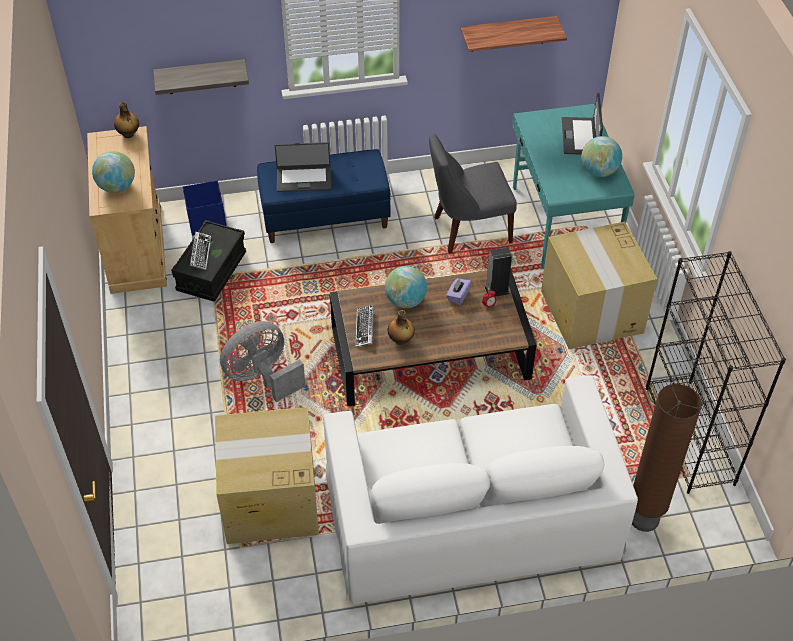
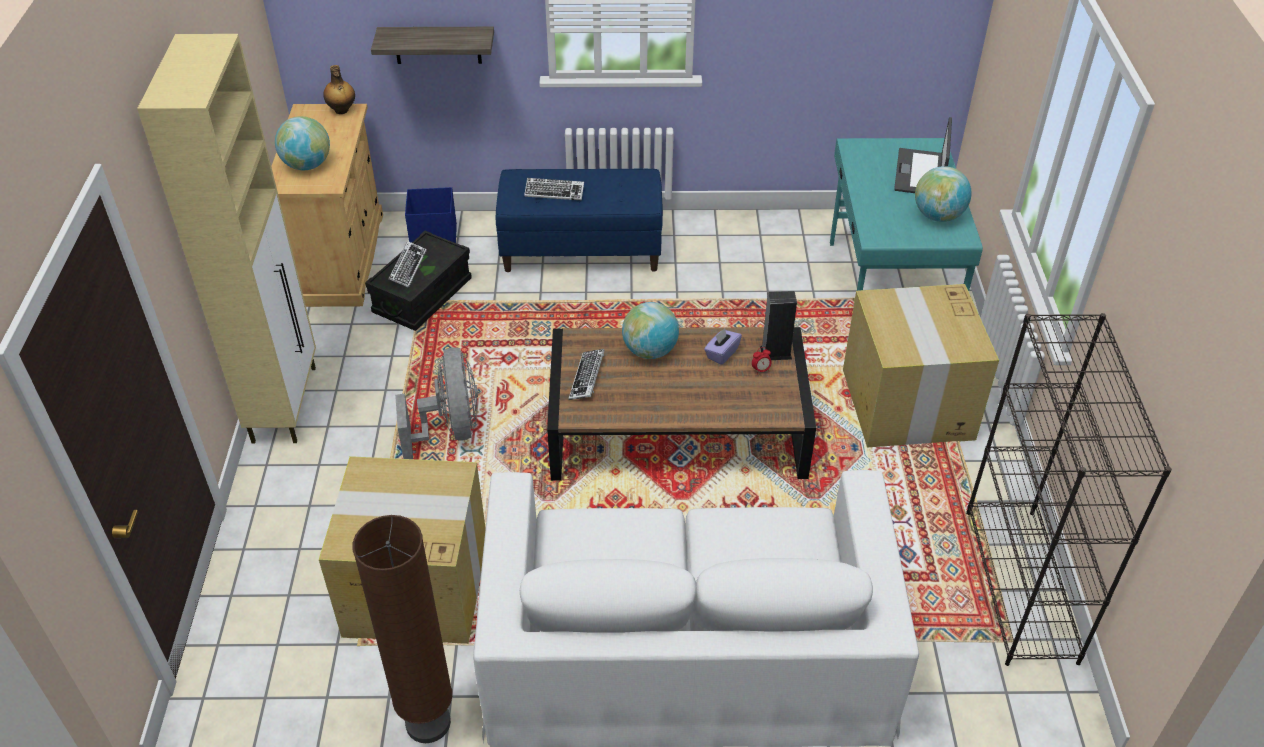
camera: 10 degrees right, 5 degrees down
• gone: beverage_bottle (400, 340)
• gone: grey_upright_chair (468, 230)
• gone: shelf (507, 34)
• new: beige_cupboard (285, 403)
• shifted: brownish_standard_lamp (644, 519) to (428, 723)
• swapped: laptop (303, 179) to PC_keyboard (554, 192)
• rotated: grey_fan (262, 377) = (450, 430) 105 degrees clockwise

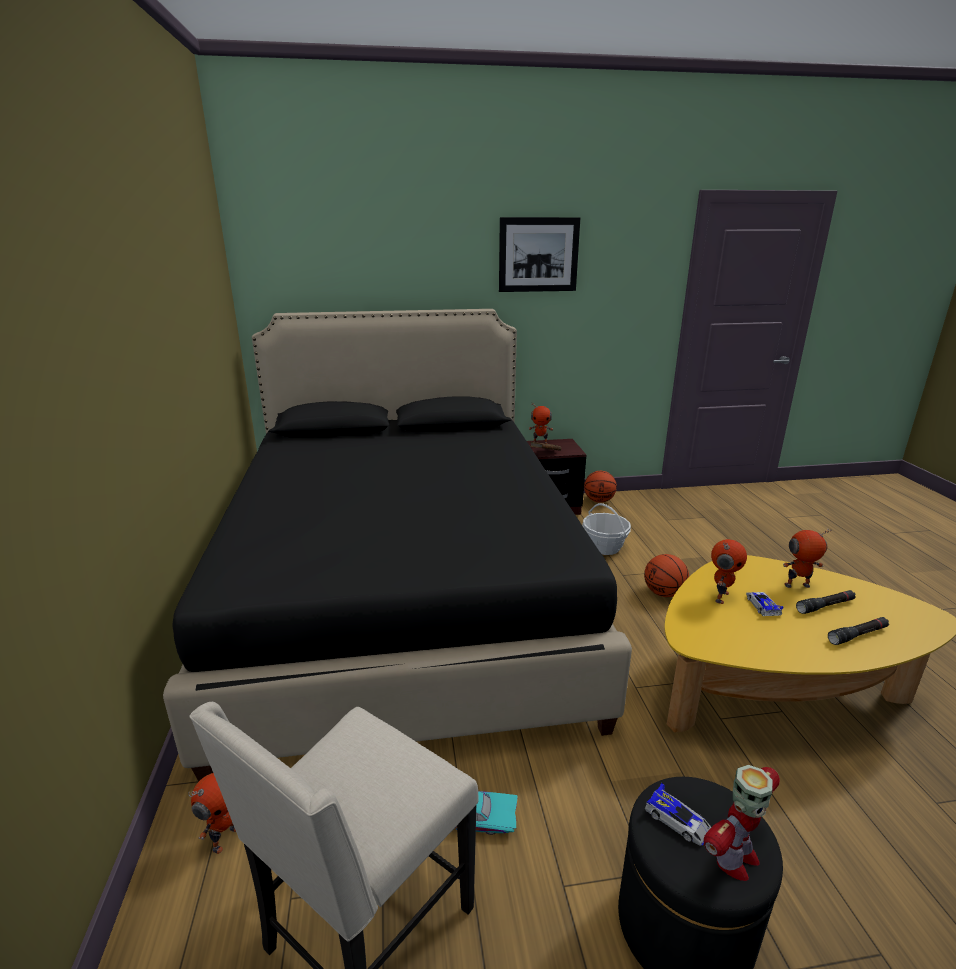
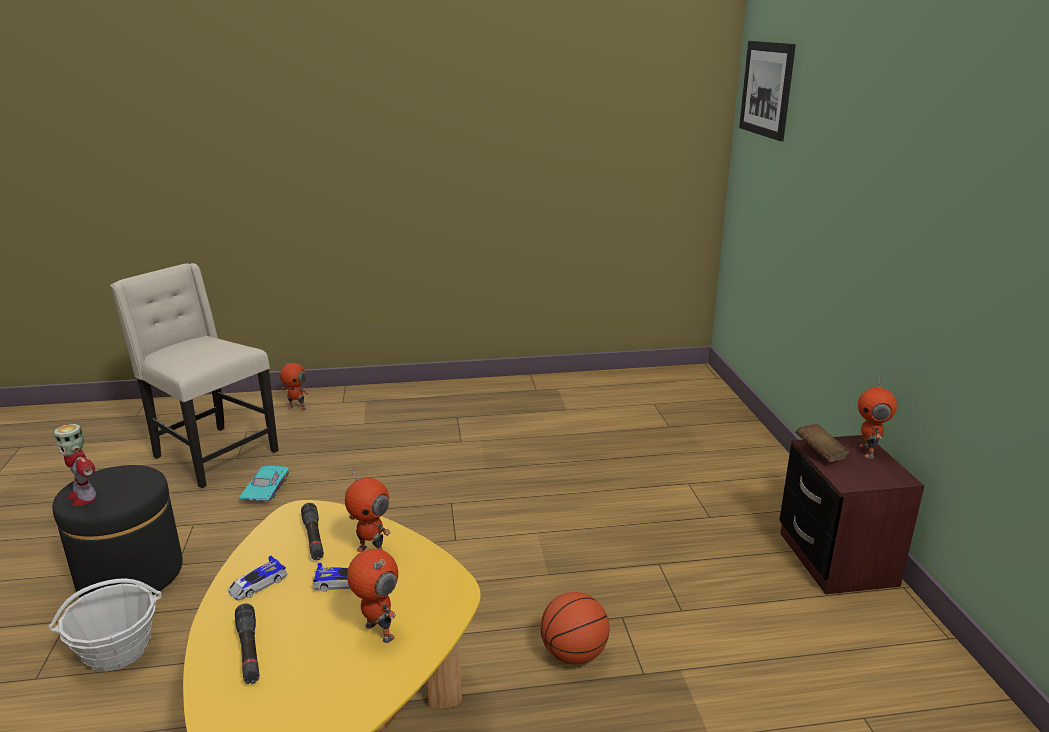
camera: 90 degrees right, 0 degrees up
• gone: black-coloured_sleeping_bed (403, 596)
• gone: ball_for_basketball (598, 501)
• shifted: picture (538, 255) to (766, 89)
• shifted: household_basket (604, 547) to (117, 650)
• shifted: toy_car (678, 820) to (257, 584)
• shifted: black-coloured_flashlight (825, 606) to (313, 537)
• rotated: toy_robot (797, 586) = (377, 632) 45 degrees counterclockwise

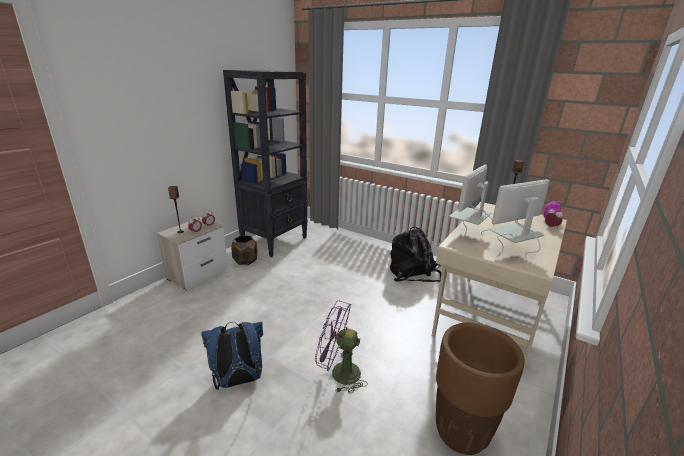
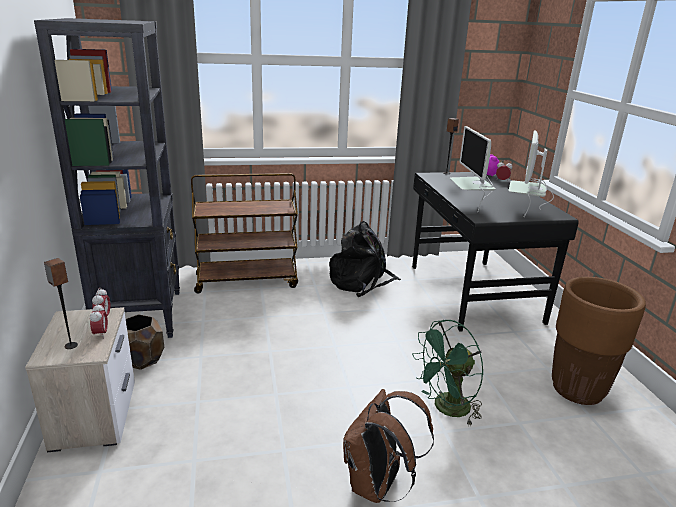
camera: 45 degrees left, 0 degrees up
• new: brownish_trolley (247, 280)
• repainted: blue-coloured_rucksack (238, 381) to brownish_rucksack (377, 486)
• repainted: purplish_fan (339, 373) to green-coloured_fan (446, 409)
• repainted: beige_desk_unit (488, 318) to black-coloured_desk_unit (472, 293)

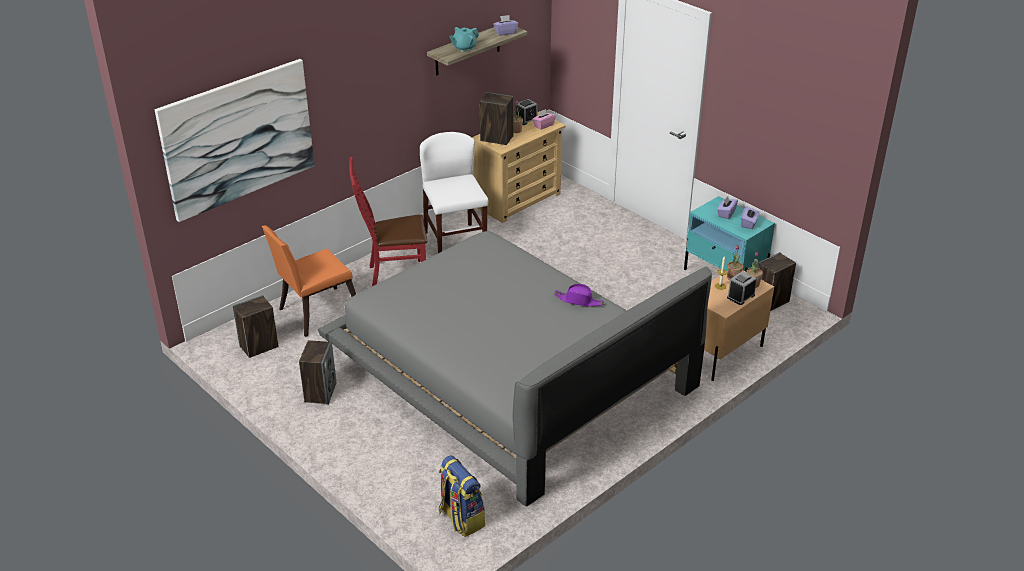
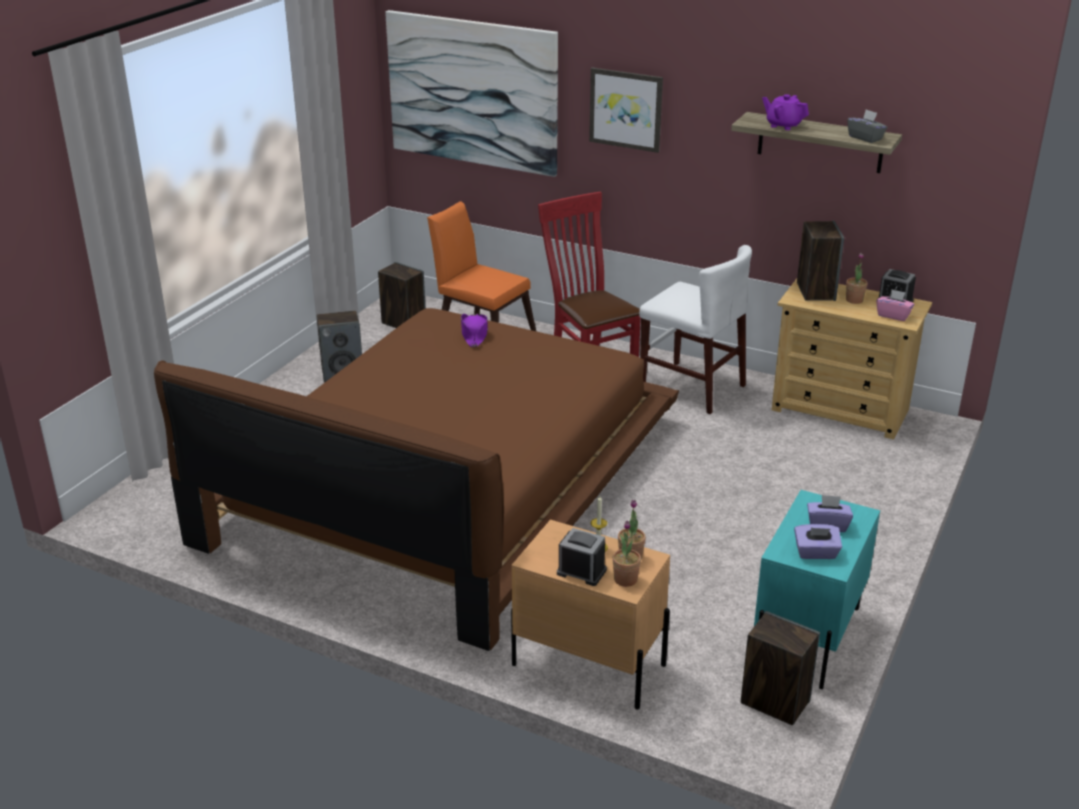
camera: 70 degrees right, 5 degrees down
• gone: rucksack (460, 518)
• new: picture (626, 109)
• shifted: purplish_hat (579, 301) to (474, 335)
• repainted: grey_sleeping_bed (509, 369) to brownish_sleeping_bed (445, 481)
• repainted: turquoise_pot_for_tea (464, 48) to purplish_pot_for_tea (783, 125)
• repainted: purplish_box_of_tissues (505, 32) to grey_box_of_tissues (865, 138)
• rotated: white_upright_chair (455, 243) = (692, 387) 75 degrees clockwise

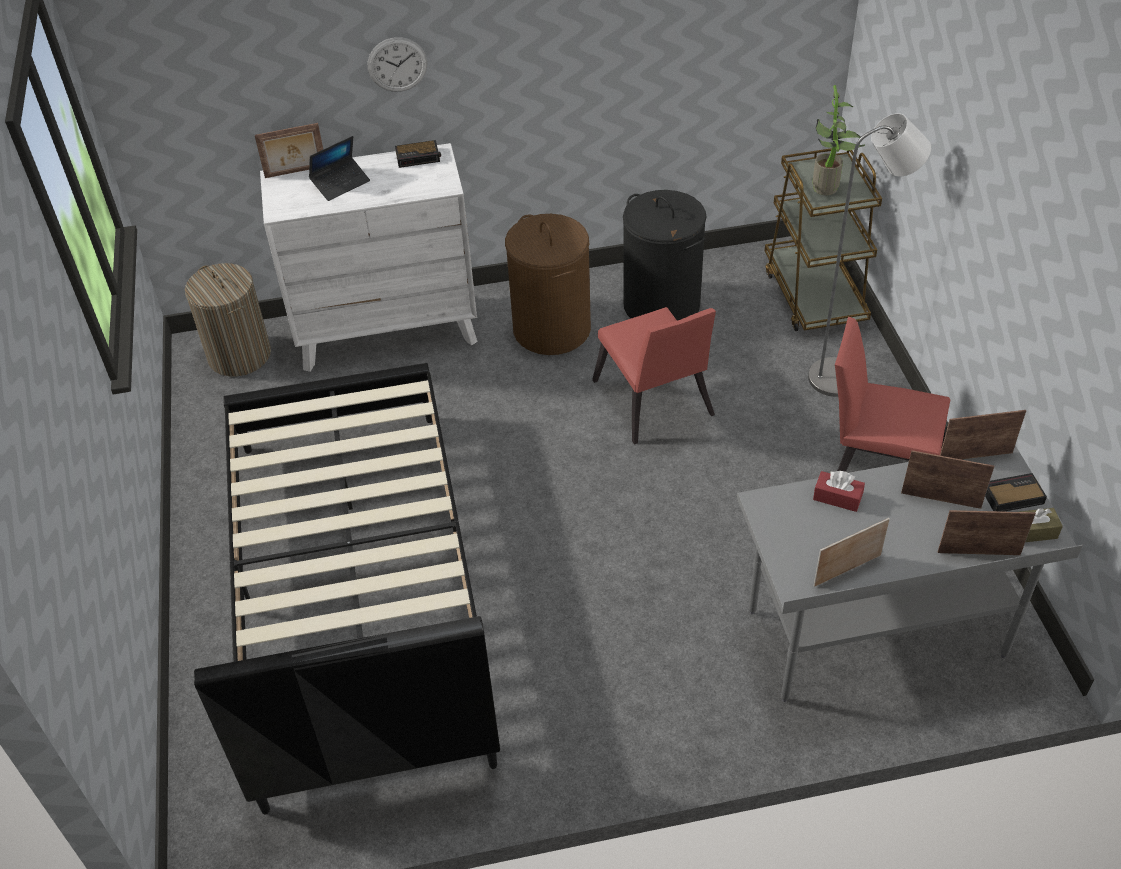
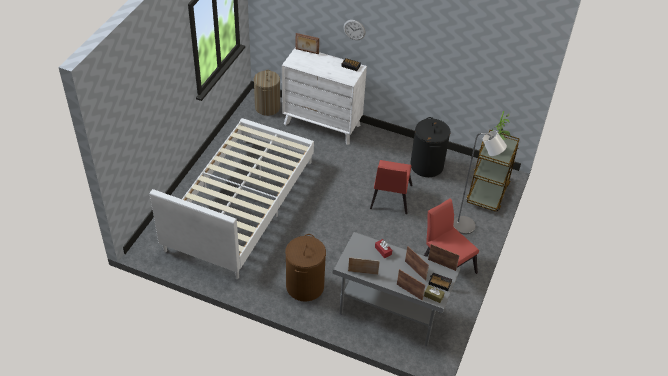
camera: 30 degrees right, 0 degrees up
• gone: laptop (340, 183)
• shifted: brownish_laundry_basket (551, 329) to (305, 286)
• repainted: black-coloured_sleeping_bed (357, 592) to white_sleeping_bed (240, 205)

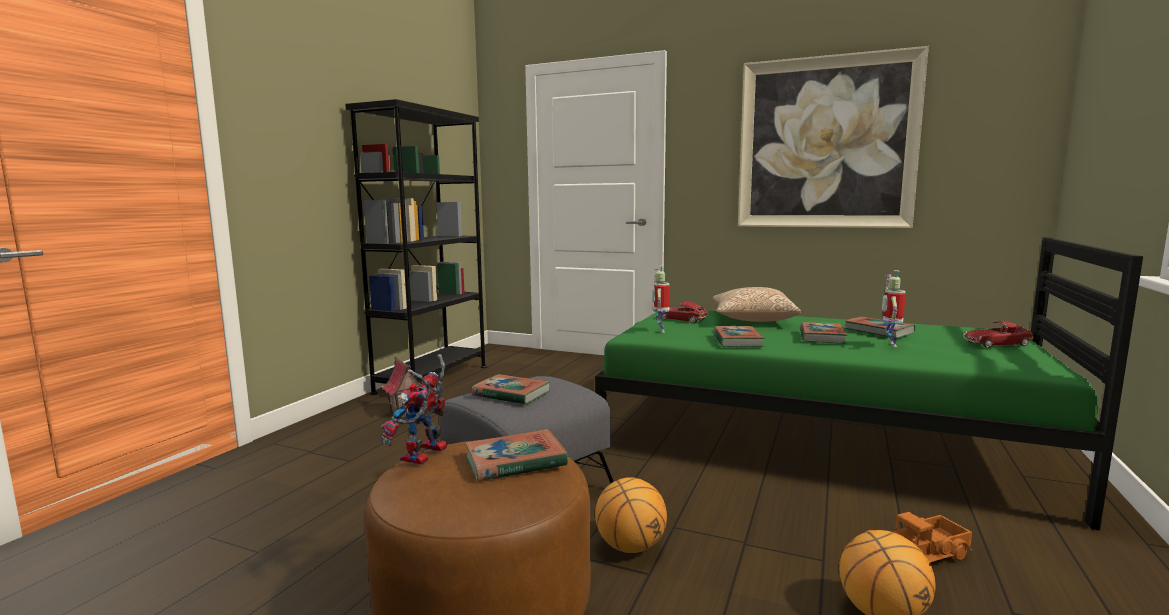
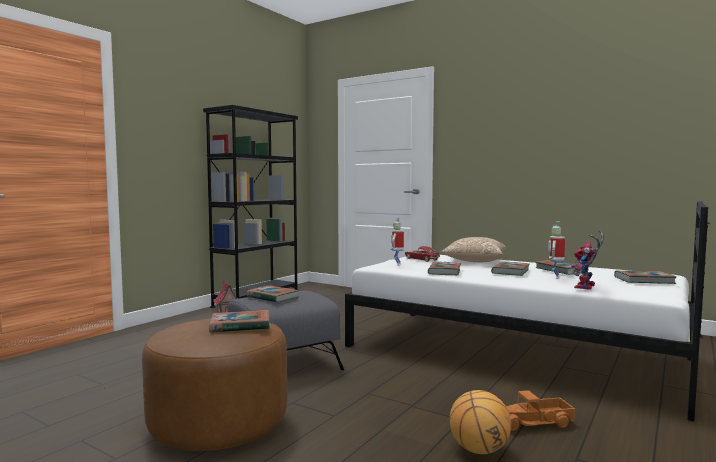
camera: 10 degrees right, 5 degrees down
• gone: ball_for_basketball (630, 547)
• gone: picture (825, 143)
• shifted: toy_robot (424, 456) to (586, 287)
• swapped: toy_car (997, 344) to bound_book (644, 280)
• repainted: green-coloured_sleeping_bed (816, 439) to white_sleeping_bed (512, 352)

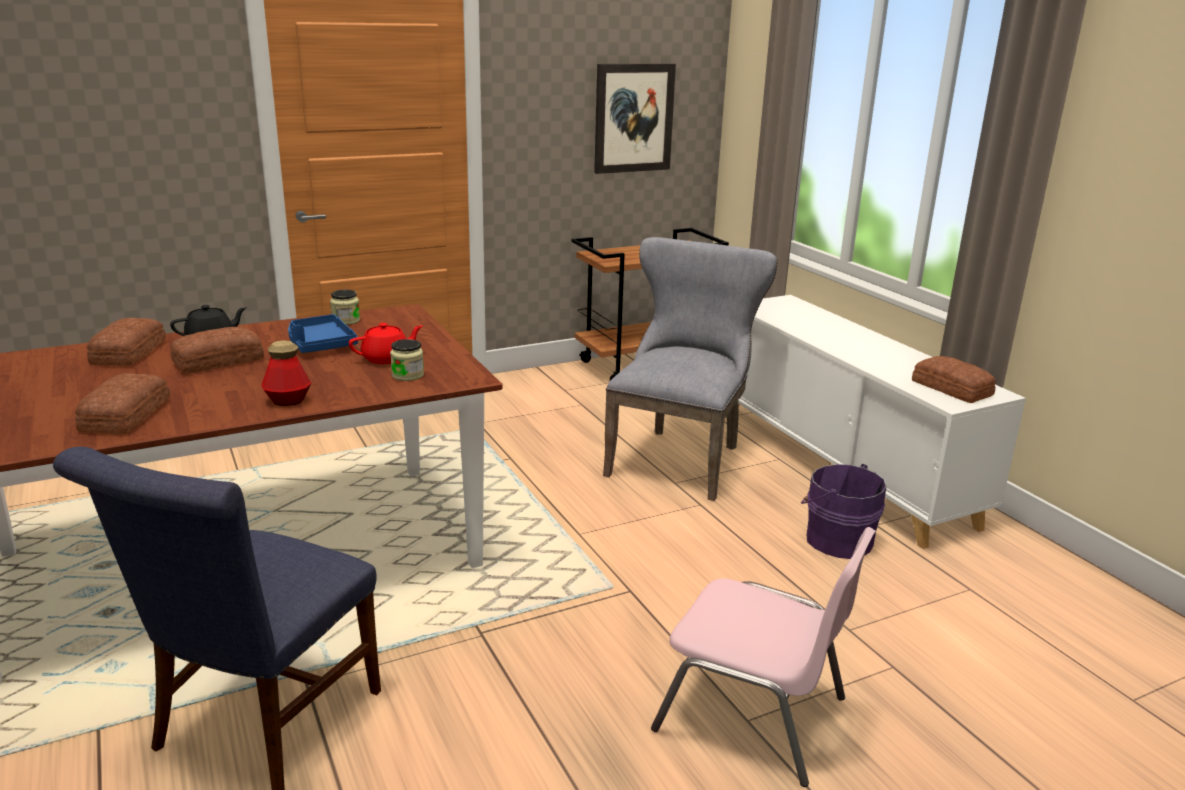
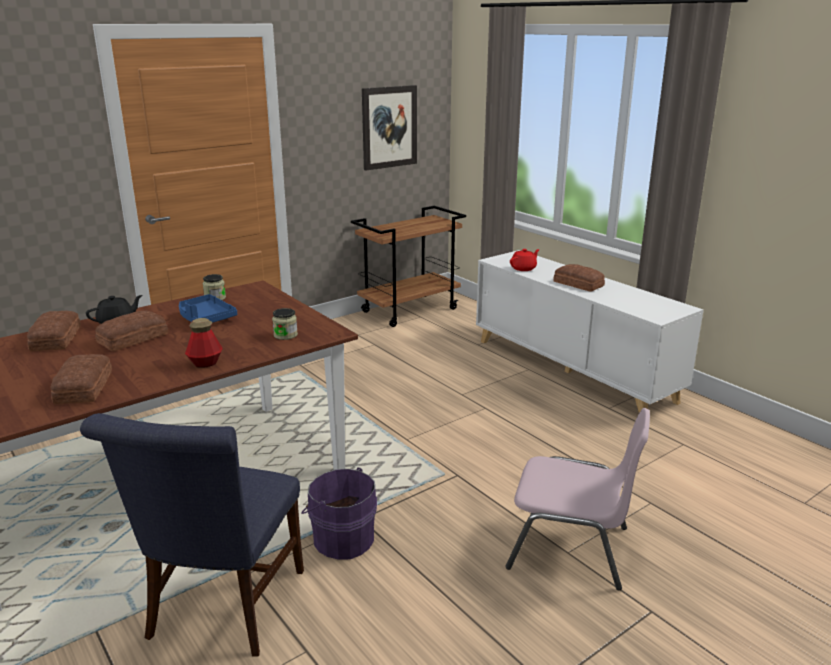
camera: 10 degrees left, 0 degrees up
• gone: grey_upright_chair (680, 458)
• shifted: red_pot_for_tea (387, 358) to (524, 268)
• shifted: purplish_bucket (836, 539) to (342, 538)
• shifted: bakery_bread (951, 389) to (578, 284)

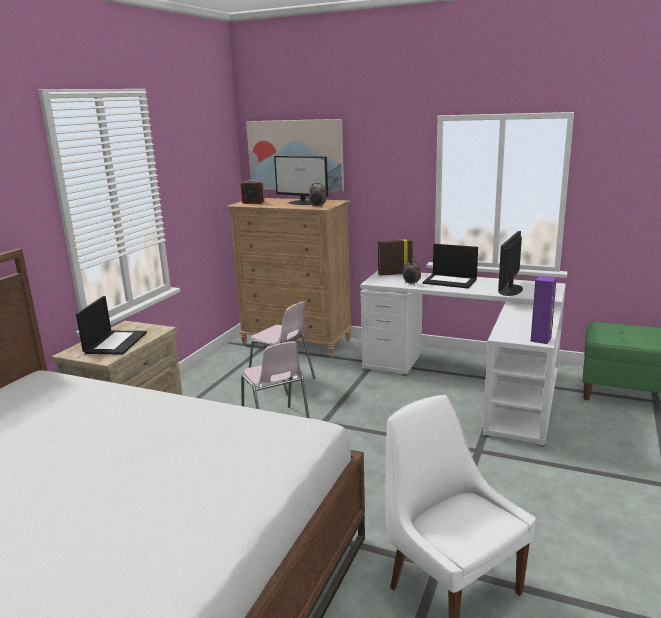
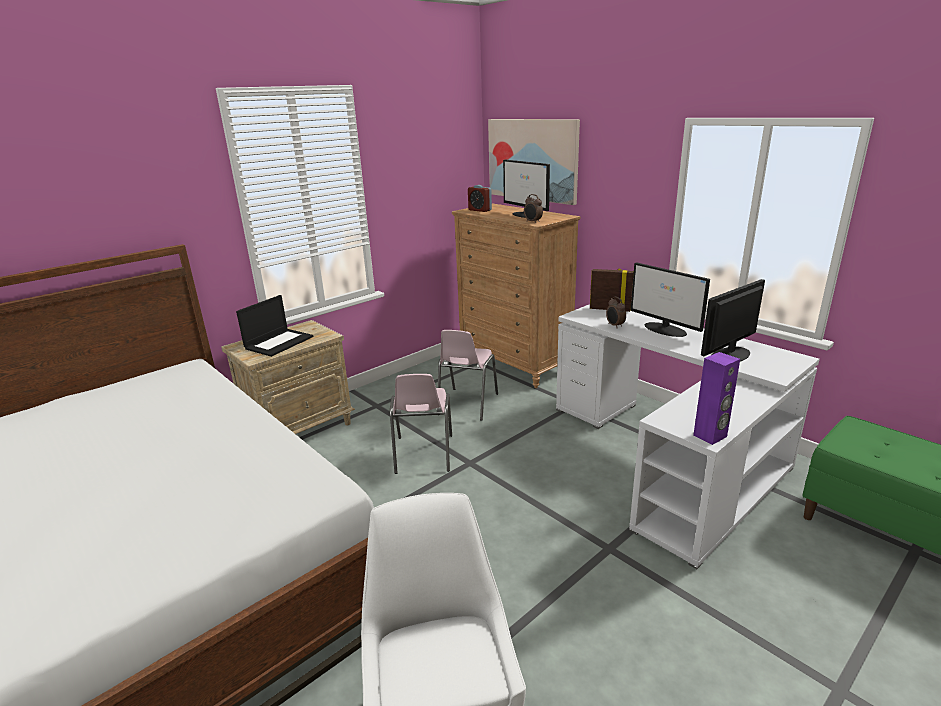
camera: 25 degrees right, 5 degrees up
• swapped: laptop (450, 281) to computer_screen (665, 329)
• rotated: pinkish_upright_chair (282, 381) = (467, 404) 45 degrees clockwise

